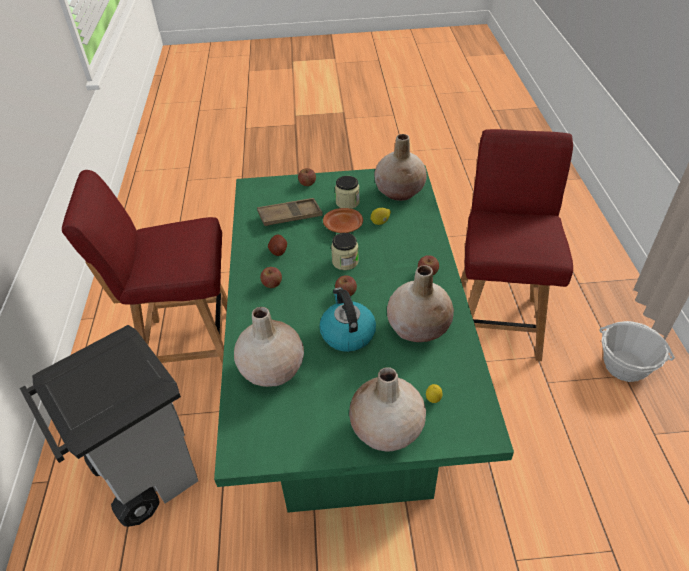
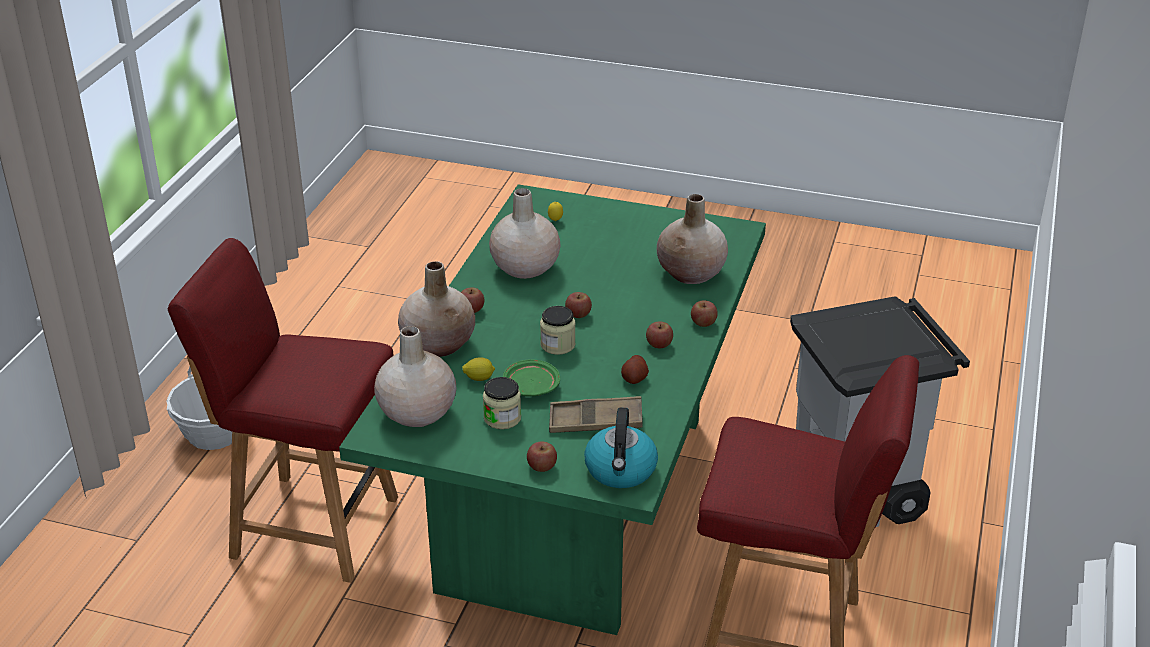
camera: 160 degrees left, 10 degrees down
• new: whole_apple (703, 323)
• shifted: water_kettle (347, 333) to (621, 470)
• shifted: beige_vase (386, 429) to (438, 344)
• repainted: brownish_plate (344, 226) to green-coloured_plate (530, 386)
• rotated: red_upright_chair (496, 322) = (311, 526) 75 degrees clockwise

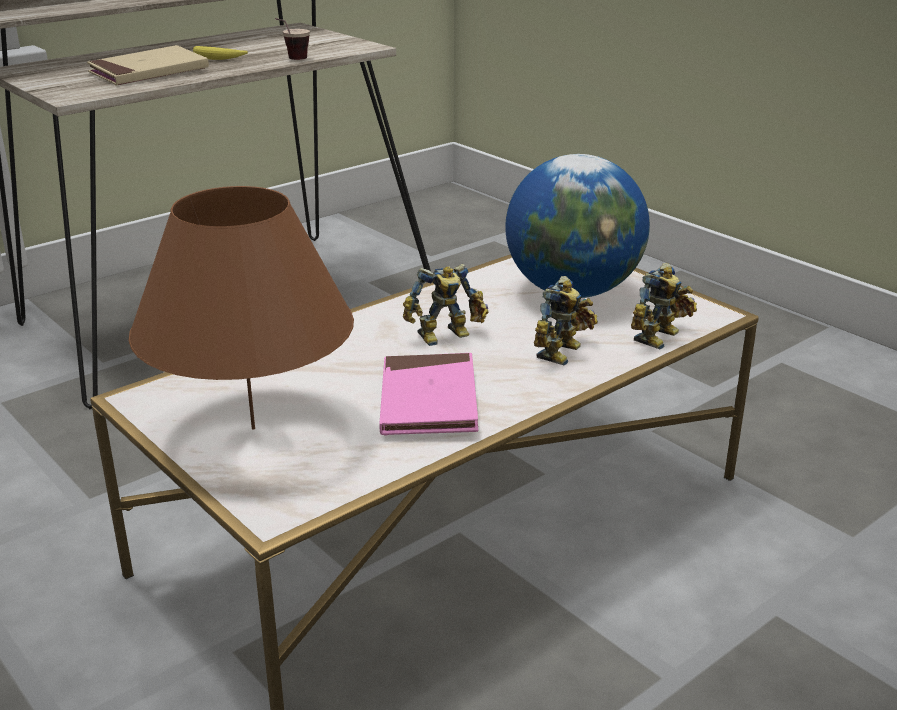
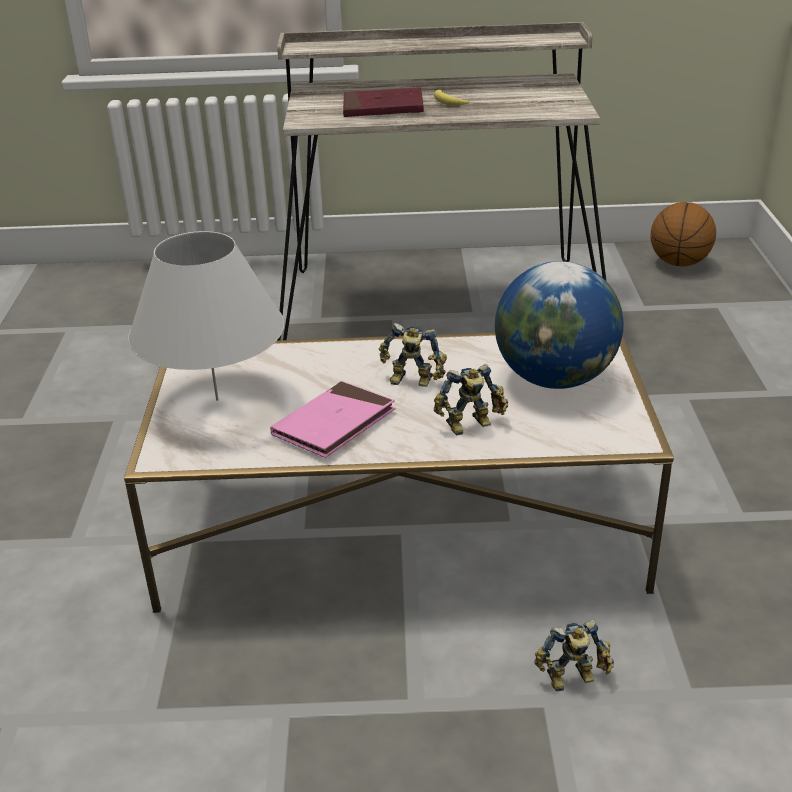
camera: 40 degrees right, 5 degrees up
• gone: cup (292, 60)
• new: ball_for_basketball (679, 263)
• shifted: toy_robot (661, 338) to (573, 679)
• repainted: beige_bound_book (149, 72) to red_bound_book (383, 108)
• repainted: brownish_lamp_for_a_table (253, 428) to white_lamp_for_a_table (217, 400)

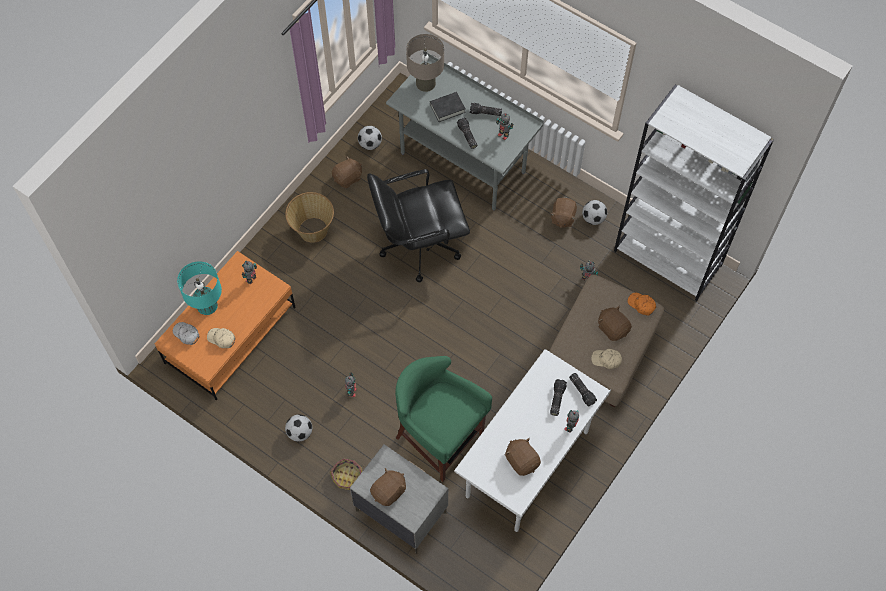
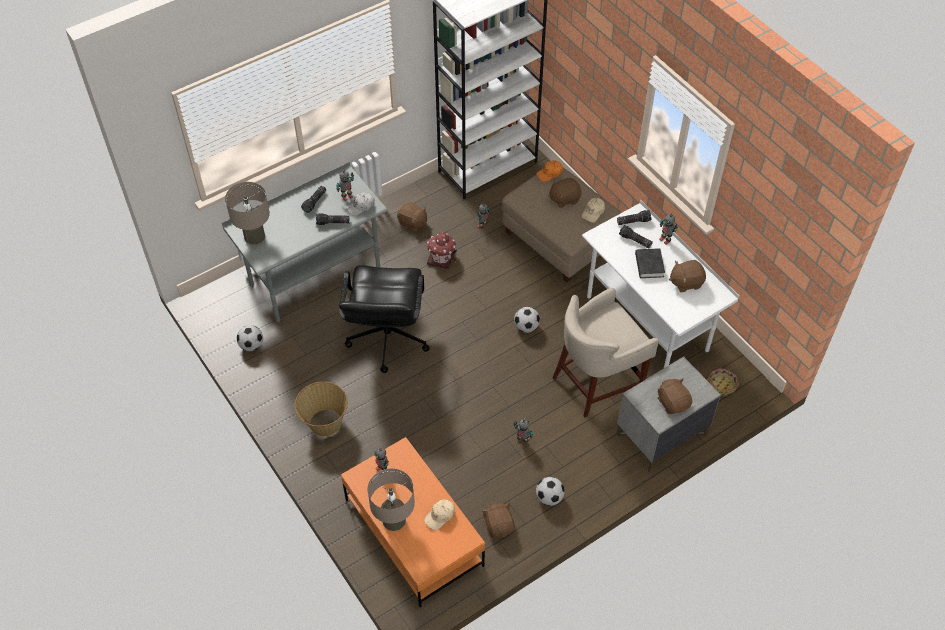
camera: 70 degrees left, 10 degrees down
• new: toy_house (441, 257)
• shifted: white_cap (186, 334) to (361, 206)
• shifted: household_basket (347, 476) to (721, 385)
• shifted: brownish_plush_toy (348, 178) to (499, 525)
• shifted: black-coloured_bound_book (447, 108) to (649, 265)
• shifted: football (593, 218) to (526, 327)
• repainted: turquoise_lamp_for_a_table (207, 305) to beige_lamp_for_a_table (394, 520)
• repainted: green-coloured_stool_seat (439, 438) to beige_stool_seat (597, 383)

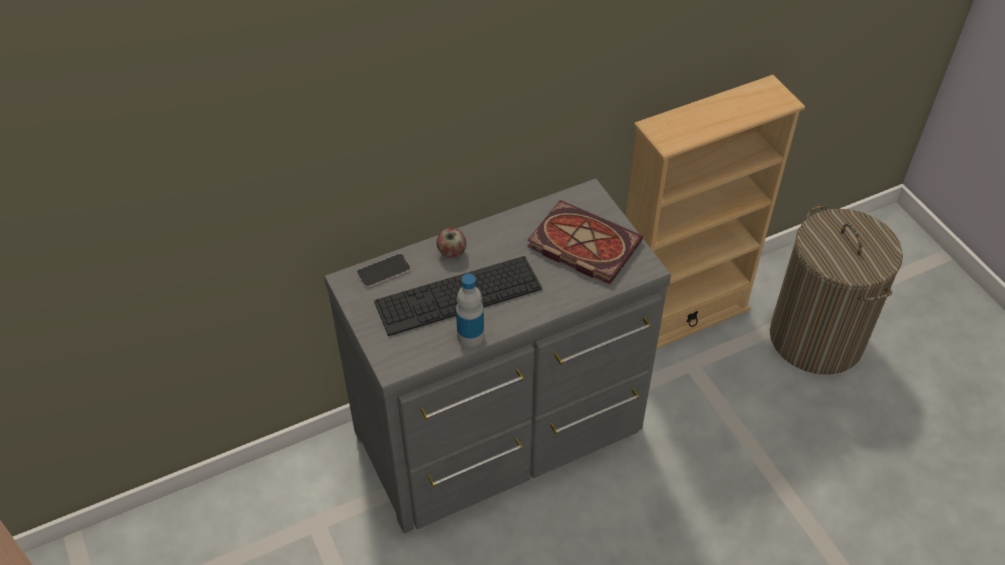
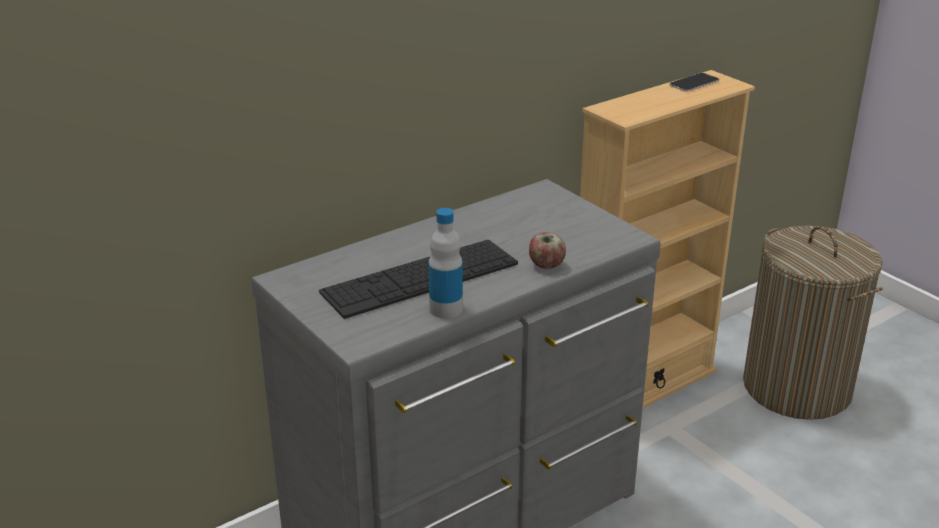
camera: 10 degrees left, 20 degrees down
• gone: bound_book (580, 245)
• shifted: handset (383, 271) to (694, 83)
• shifted: whole_apple (451, 252) to (546, 265)

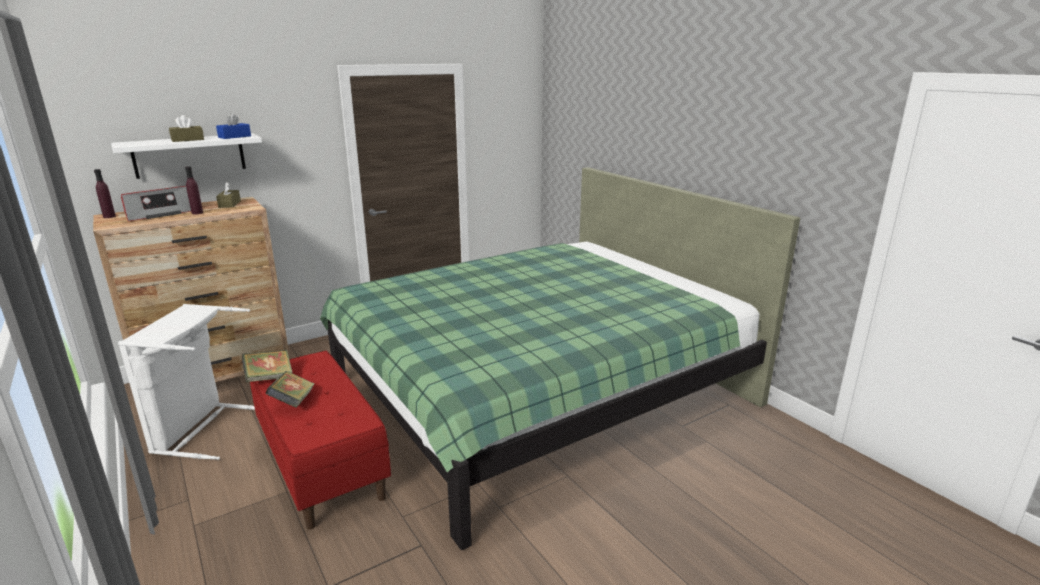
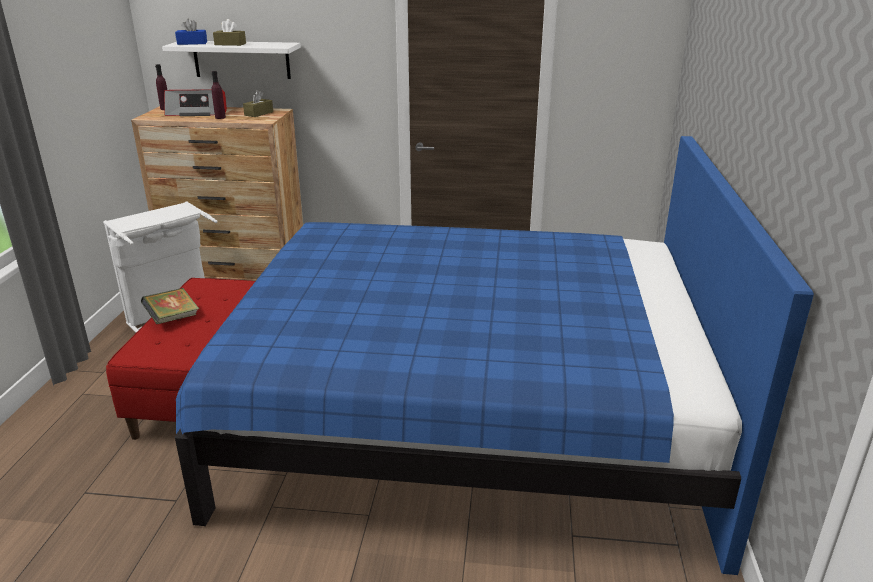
camera: 40 degrees right, 5 degrees up
• gone: bound_book (269, 378)
• shifted: blue-coloured_box_of_tissues (234, 137) to (192, 43)
• repainted: green-coloured_sleeping_bed (538, 390) to blue-coloured_sleeping_bed (468, 409)

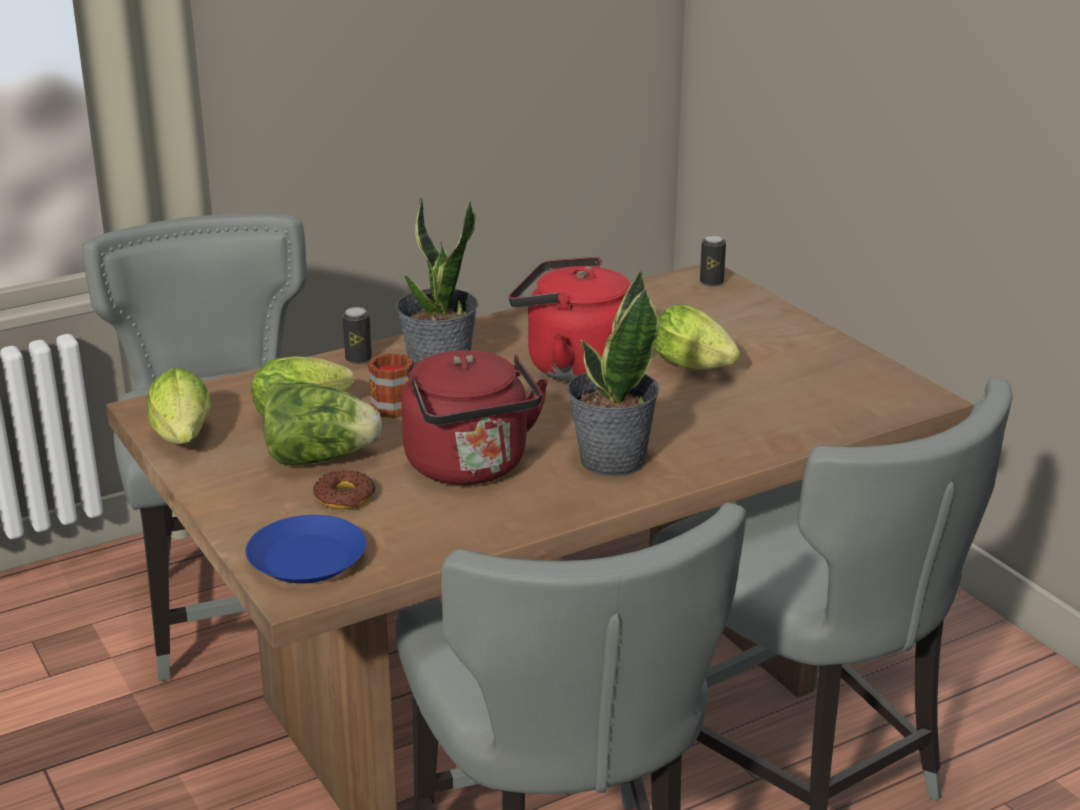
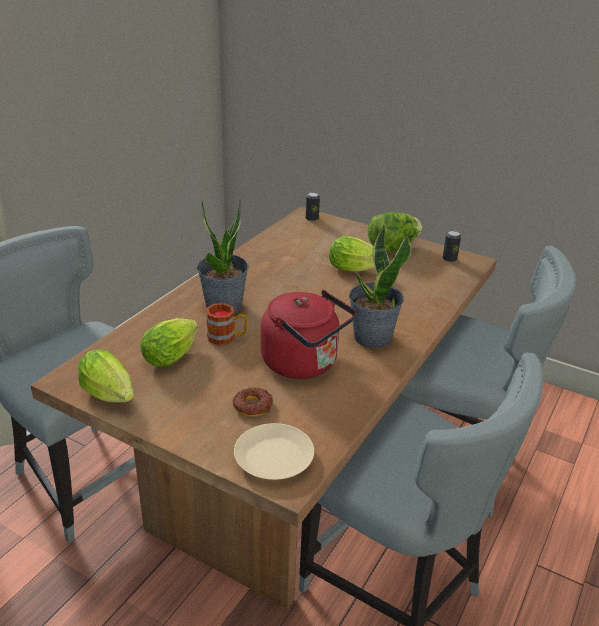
camera: 30 degrees left, 5 degrees up
• gone: red_water_kettle (573, 366)
• shifted: head_of_lettuce (319, 458) to (392, 248)
• shifted: can (358, 359) to (449, 259)
• repainted: blue-coloured_plate (306, 560) to beige_plate (274, 458)

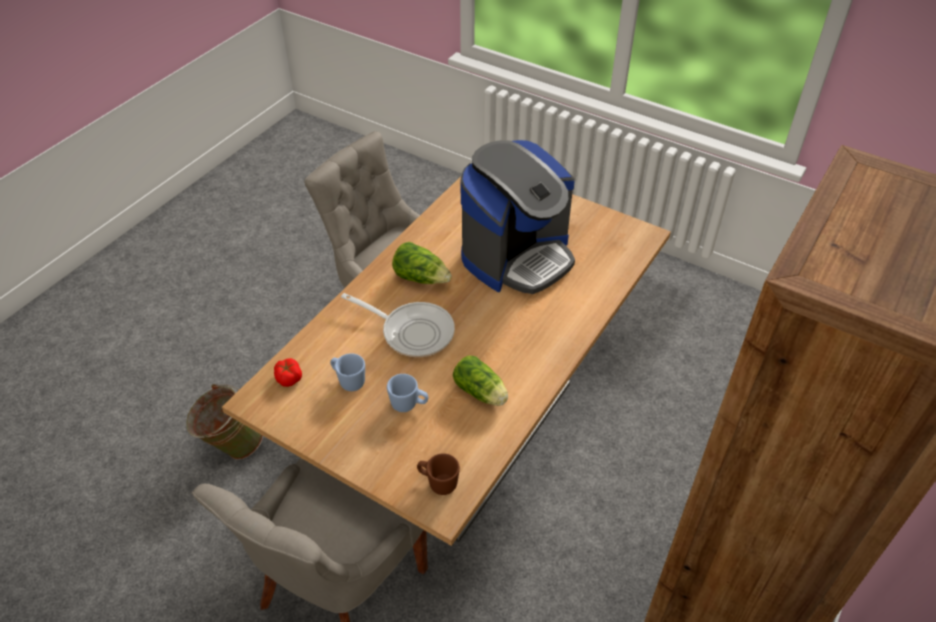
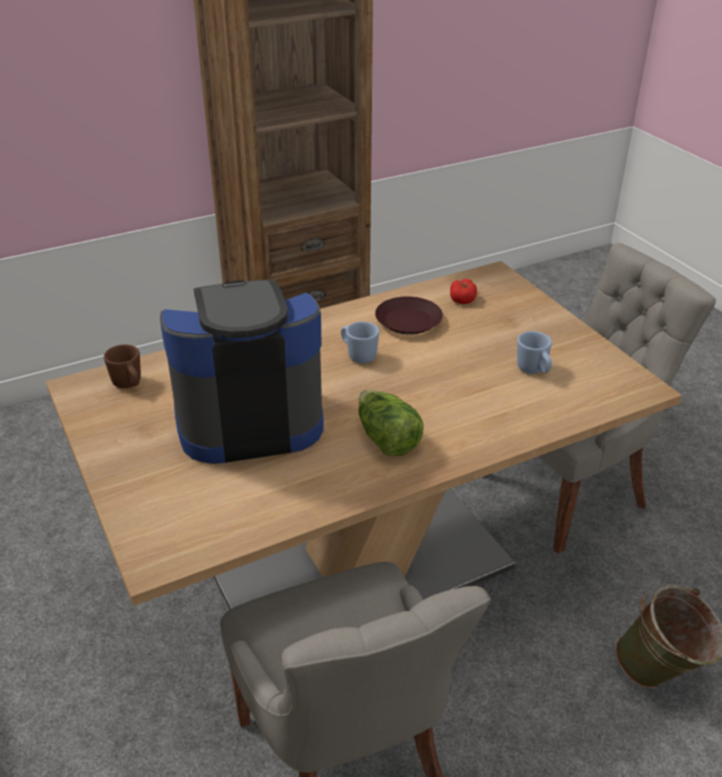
camera: 150 degrees left, 10 degrees down
• gone: skillet (412, 331)
• shifted: tomato (288, 377) to (462, 299)
• shifted: blue-coloured_coffee_mug (409, 405) to (358, 355)
• shifted: brownish_coffee_mug (438, 483) to (129, 385)
• swapped: head_of_lettuce (481, 393) to brownish_plate (408, 322)

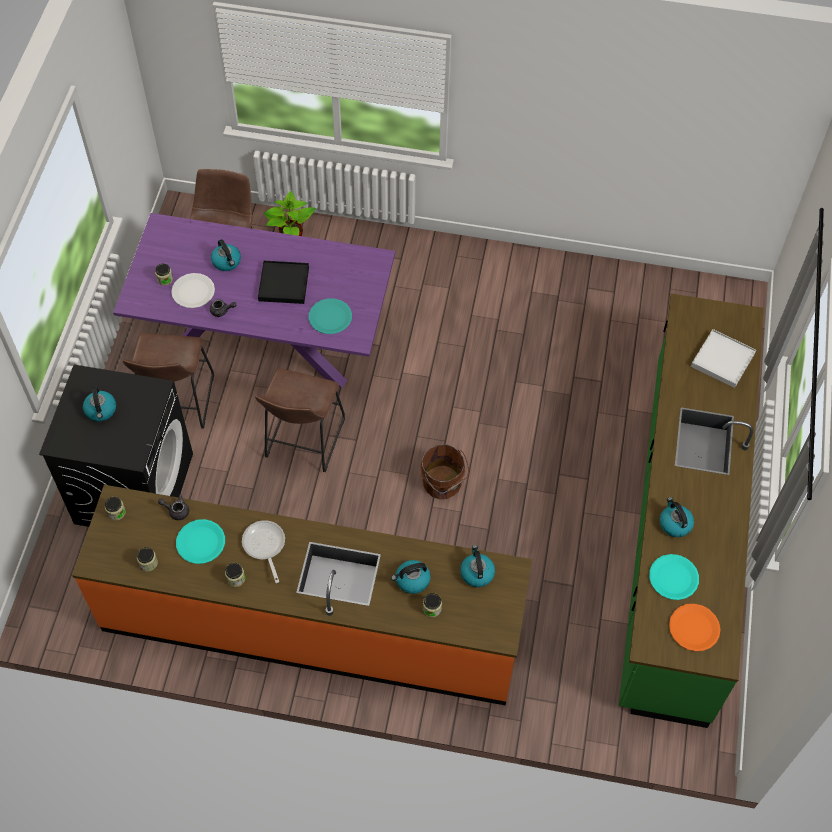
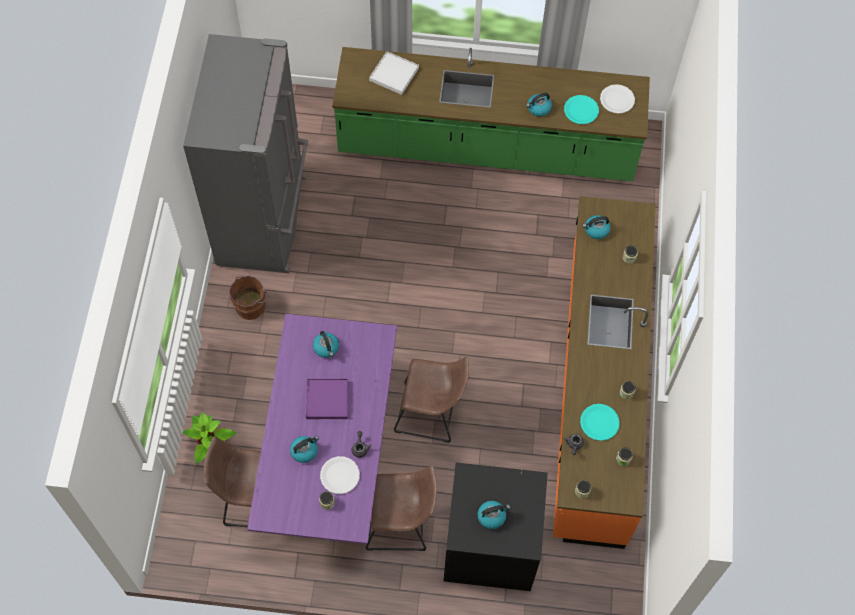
camera: 95 degrees left, 5 degrees up
• gone: skillet (264, 546)
• gone: turquoise_plate (330, 317)
• new: grey_refrigerator (265, 220)
• shifted: water_kettle (412, 580) to (326, 348)
• shifted: brownish_bucket (443, 484) to (251, 305)
• repainted: black-coloured_tray (284, 284) to purplish_tray (327, 399)
• repainted: orange-coloured_plate (694, 628) to white_plate (617, 99)

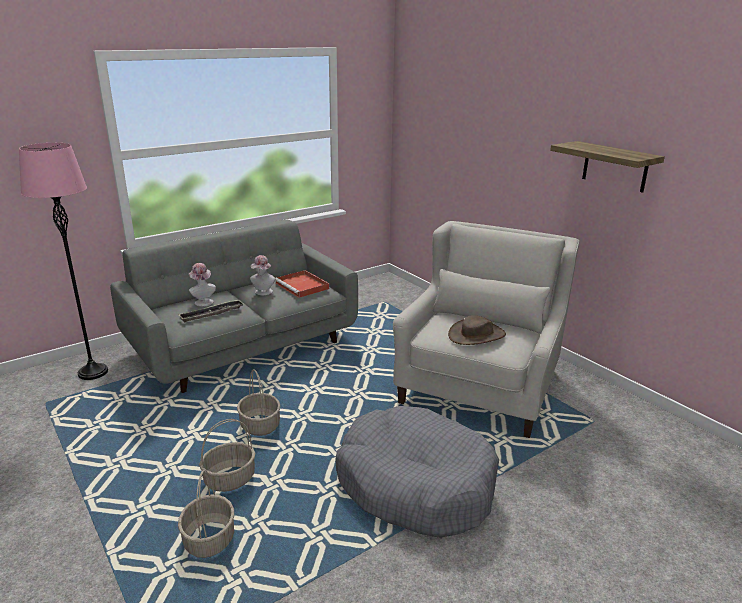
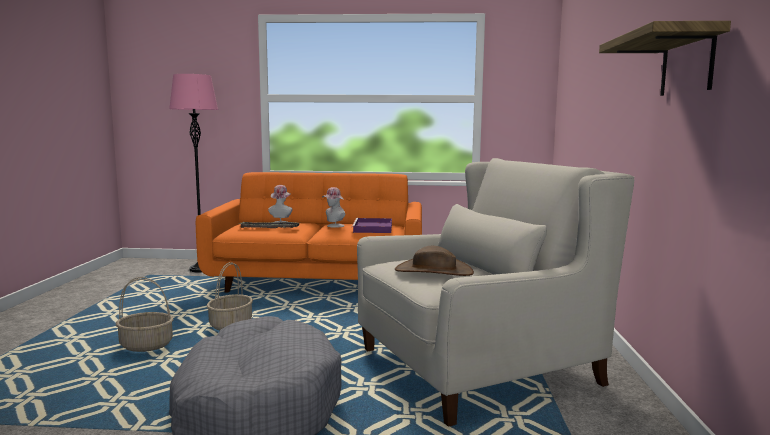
camera: 40 degrees right, 15 degrees down
• gone: household_basket (209, 540)
• repainted: grey_settee (243, 345) to orange-coloured_settee (319, 280)
• repainted: red_tray (303, 286) to purplish_tray (373, 228)

